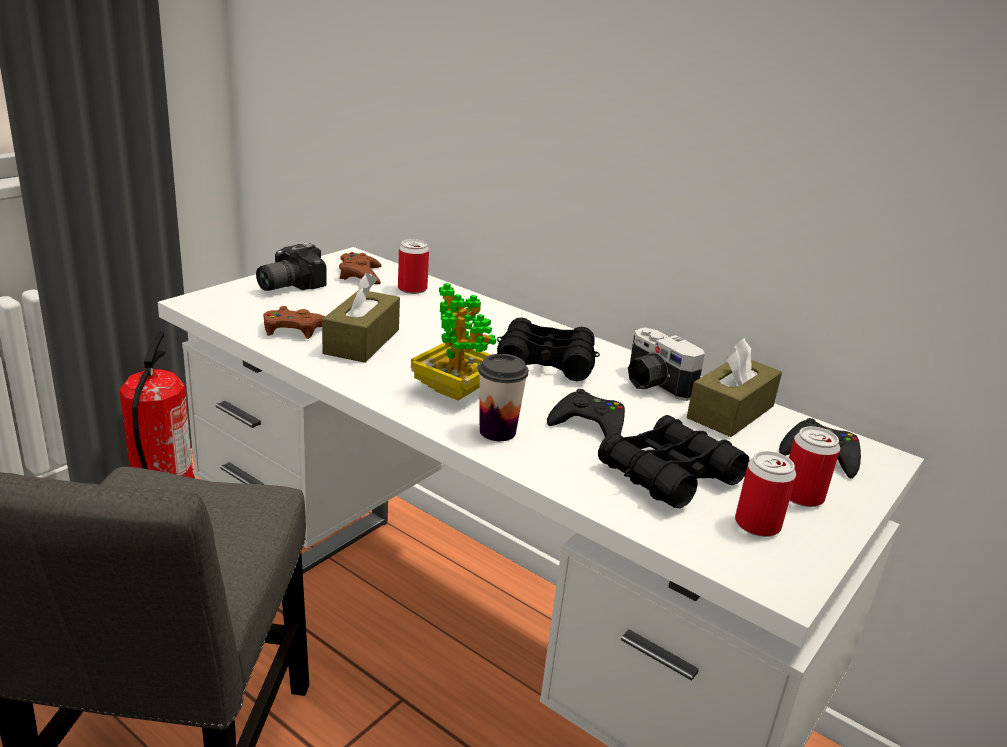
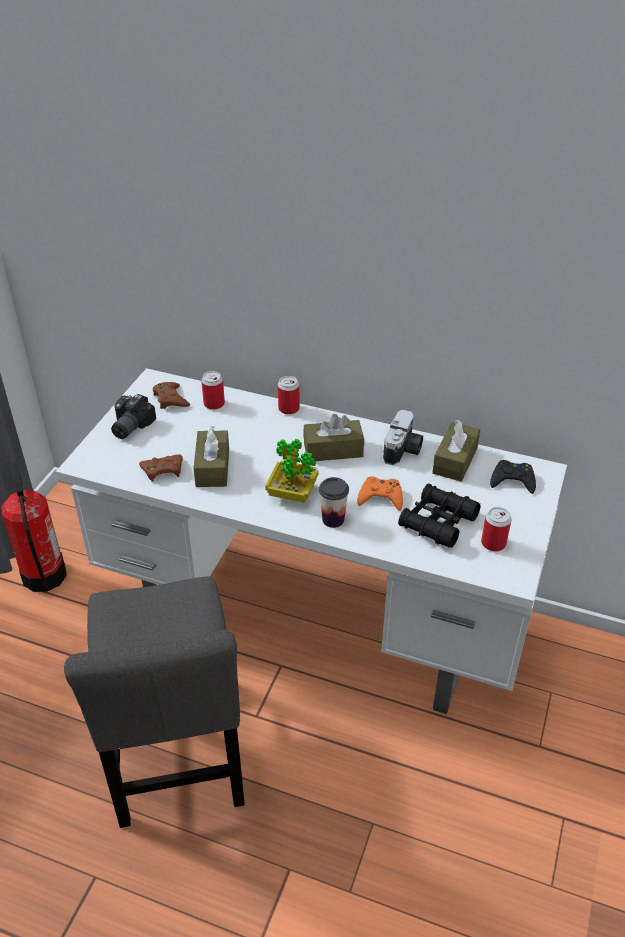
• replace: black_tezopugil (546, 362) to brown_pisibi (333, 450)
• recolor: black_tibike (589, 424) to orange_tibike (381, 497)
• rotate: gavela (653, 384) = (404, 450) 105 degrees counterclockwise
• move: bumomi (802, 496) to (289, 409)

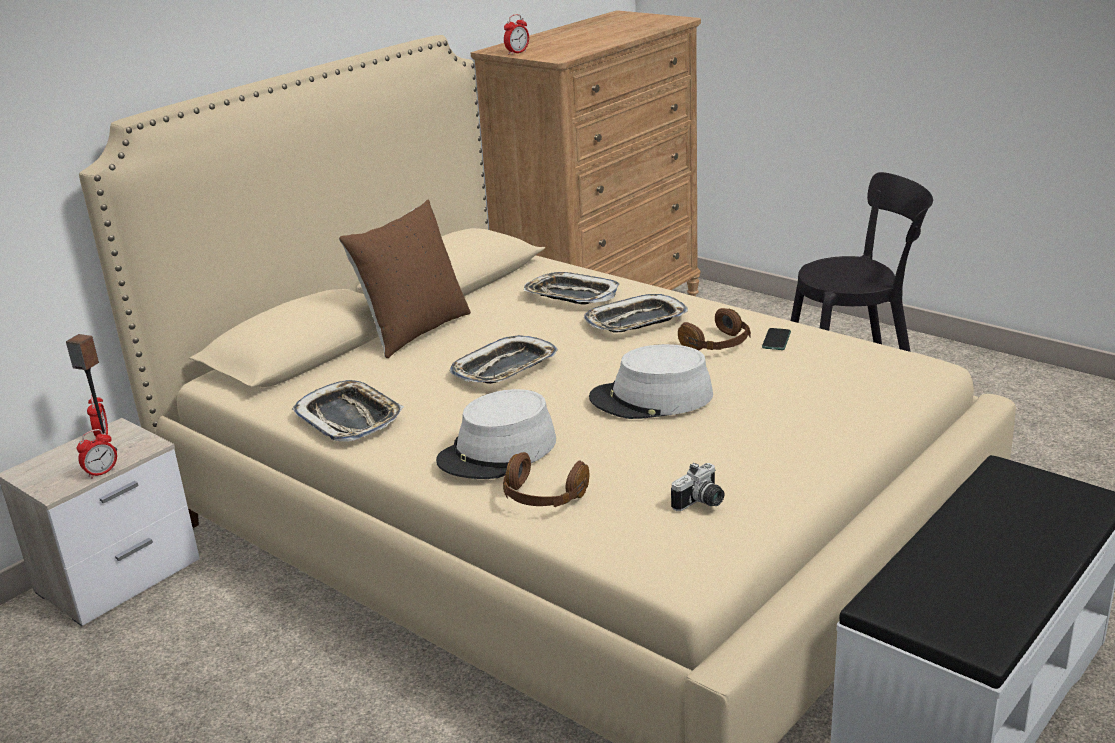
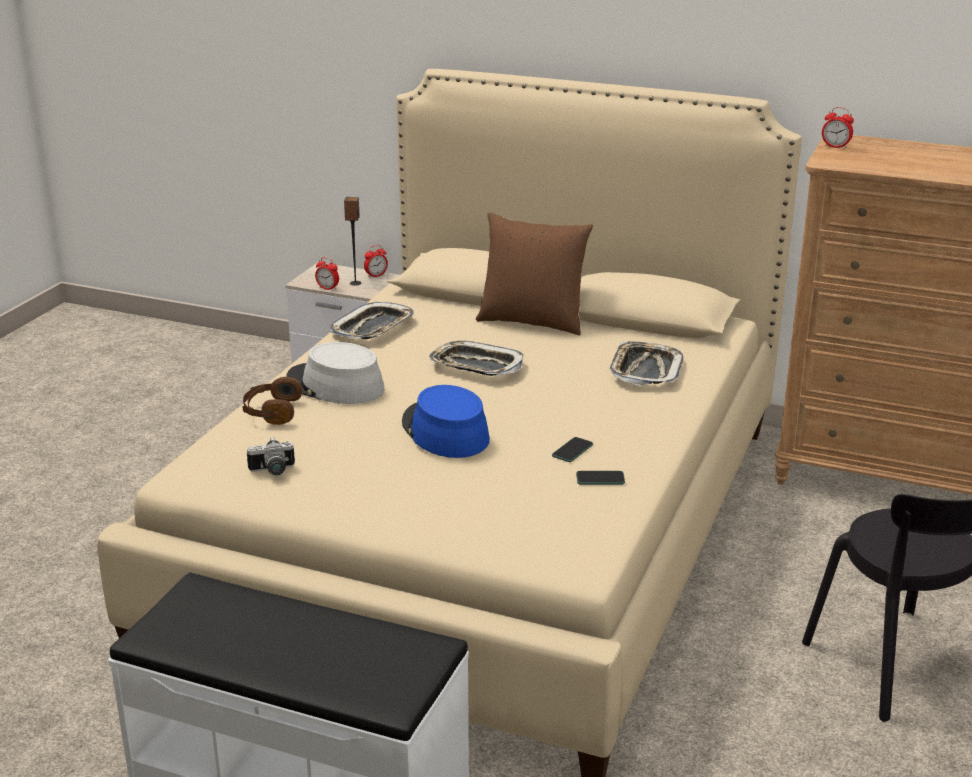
• delete: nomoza (636, 322)
• recolor: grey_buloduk (651, 398) to blue_buloduk (444, 431)
• rotate: gavela (701, 503) = (272, 471) 45 degrees counterclockwise
• replace: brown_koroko (717, 345) to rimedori (572, 450)

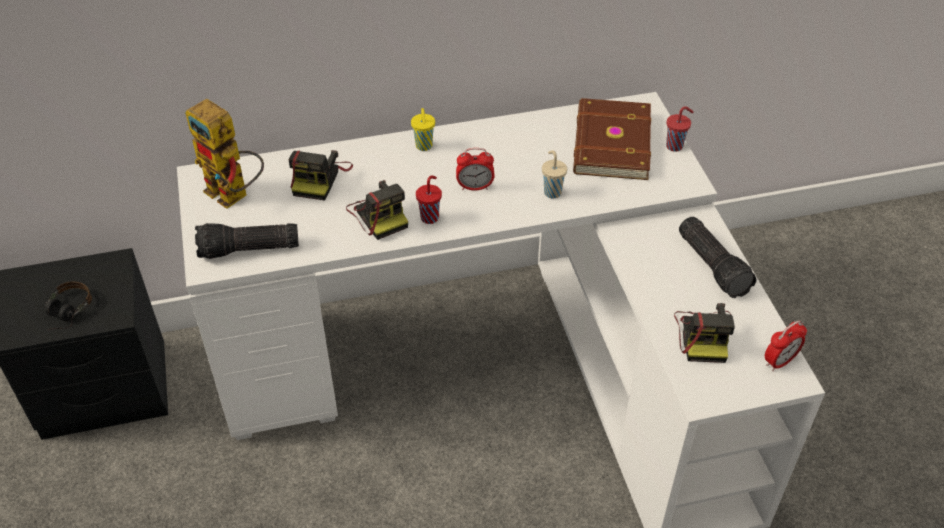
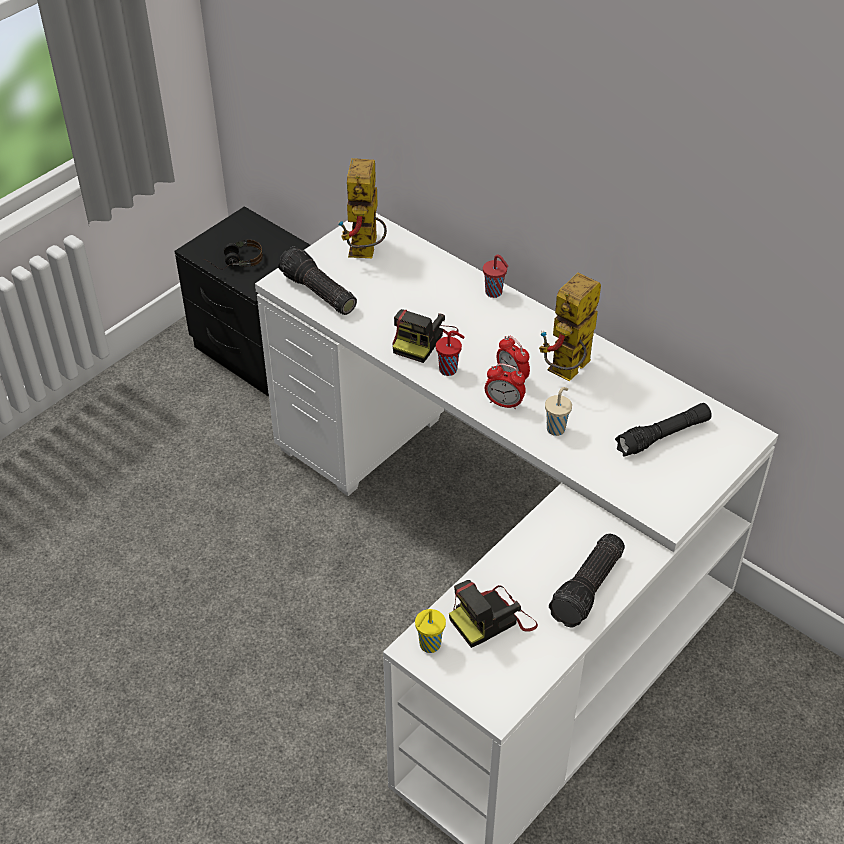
• delete: gavela (320, 178)
• move: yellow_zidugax (424, 146) to (429, 645)
• replace: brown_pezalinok (609, 143) to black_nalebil (663, 436)
• move: red_zidugax (675, 146) to (494, 293)
• move: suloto (779, 361) to (504, 403)
• insert: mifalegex (567, 373)

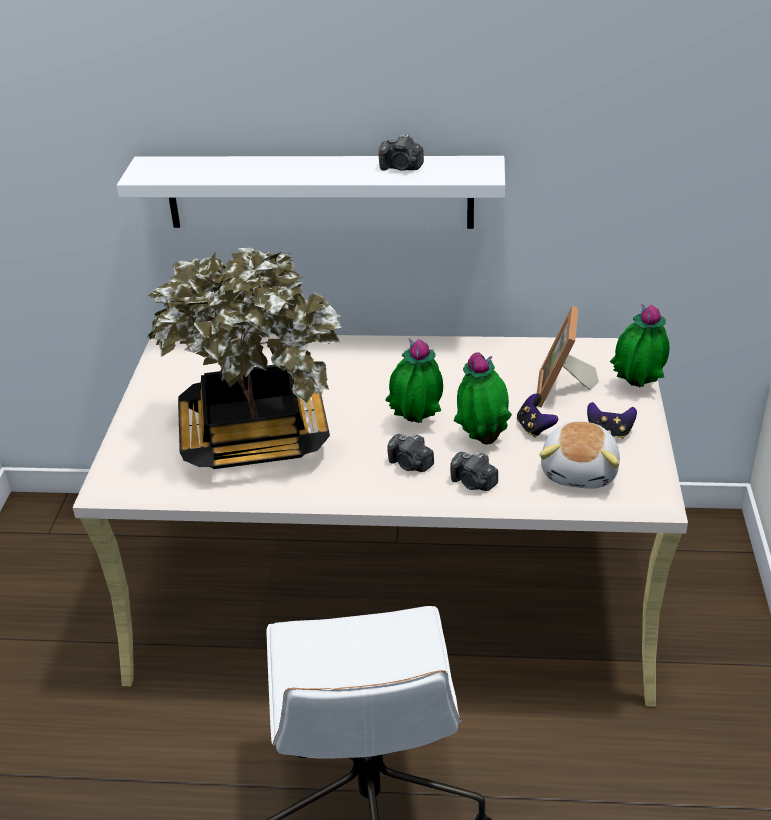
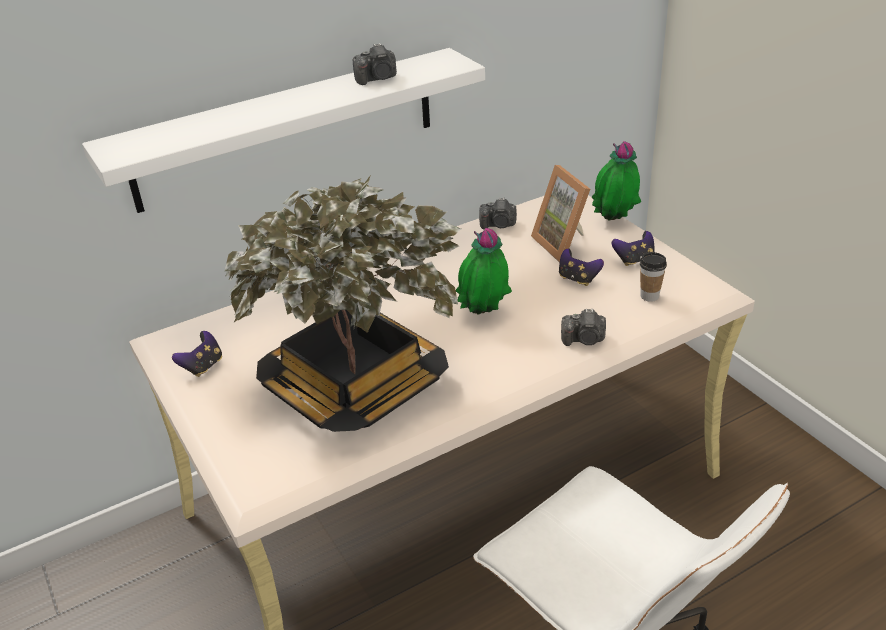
• move: gavela (410, 464) to (499, 225)
• delete: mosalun (482, 439)
• replace: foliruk (580, 471) to zidugax (649, 296)
• insert: tibike (203, 366)

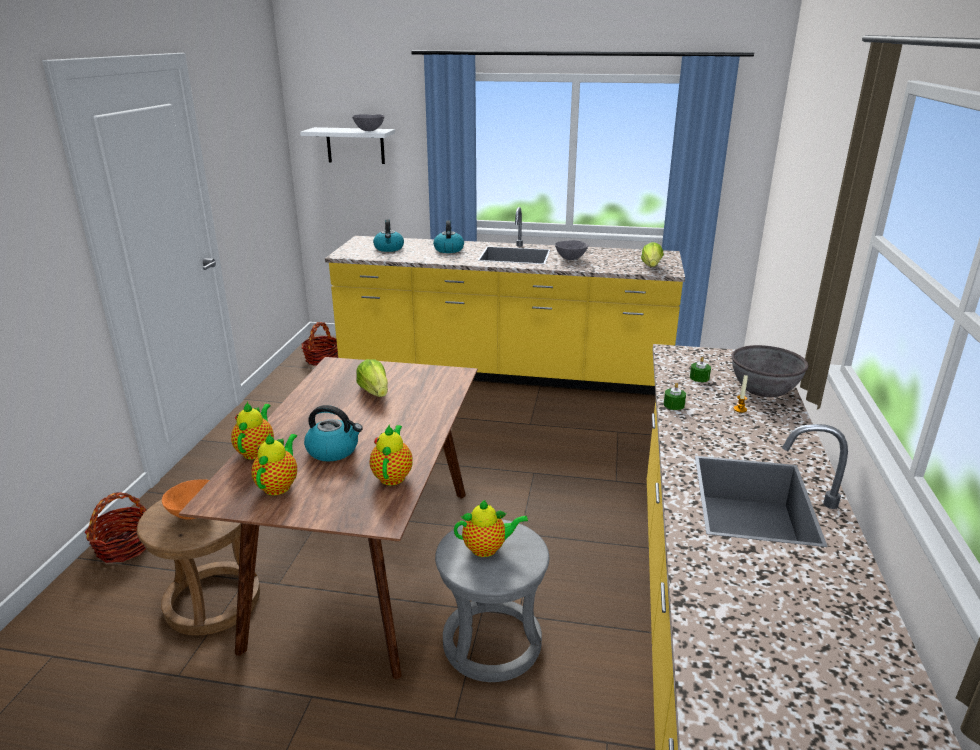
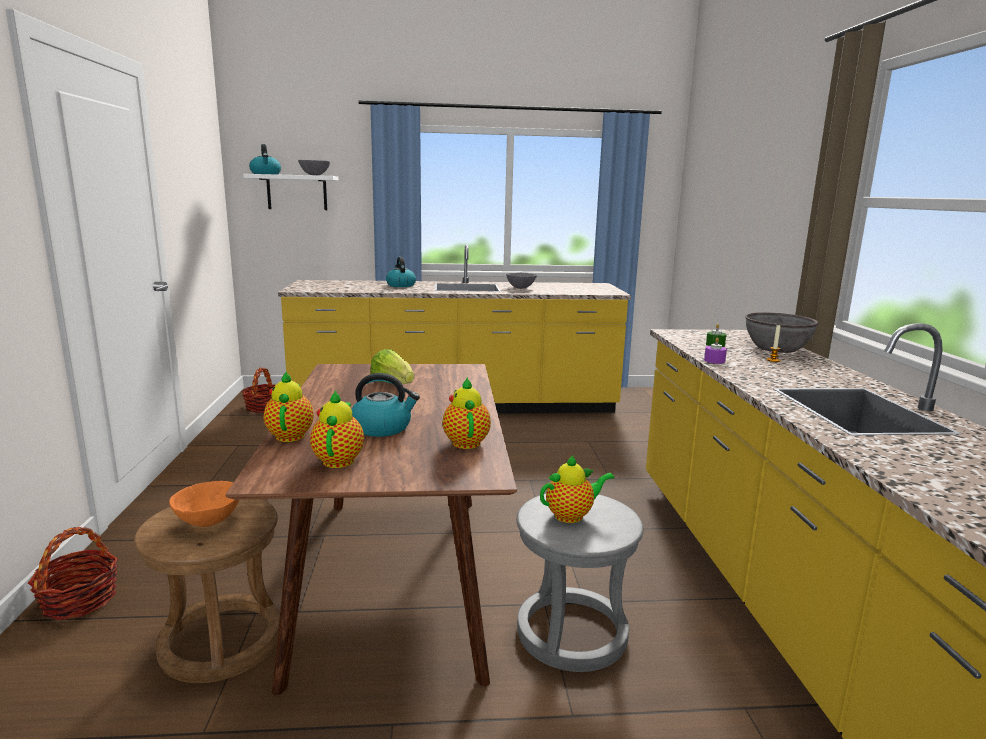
• move: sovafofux (389, 248) to (266, 174)
• delete: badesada (651, 266)
• recolor: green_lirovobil (674, 405) to purple_lirovobil (714, 361)

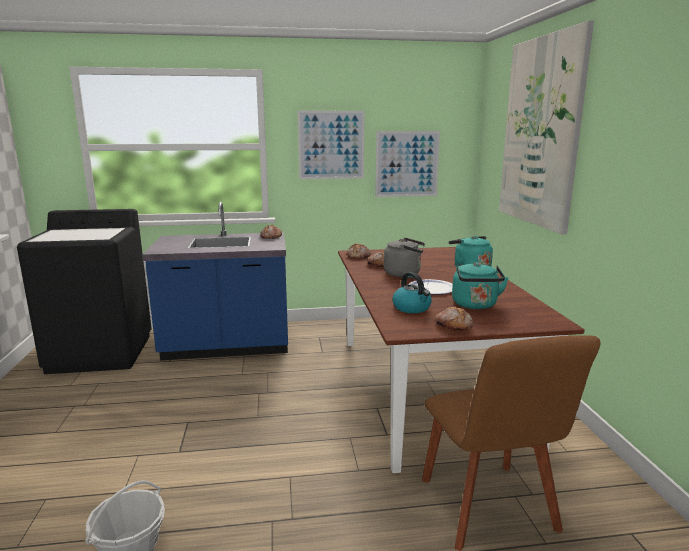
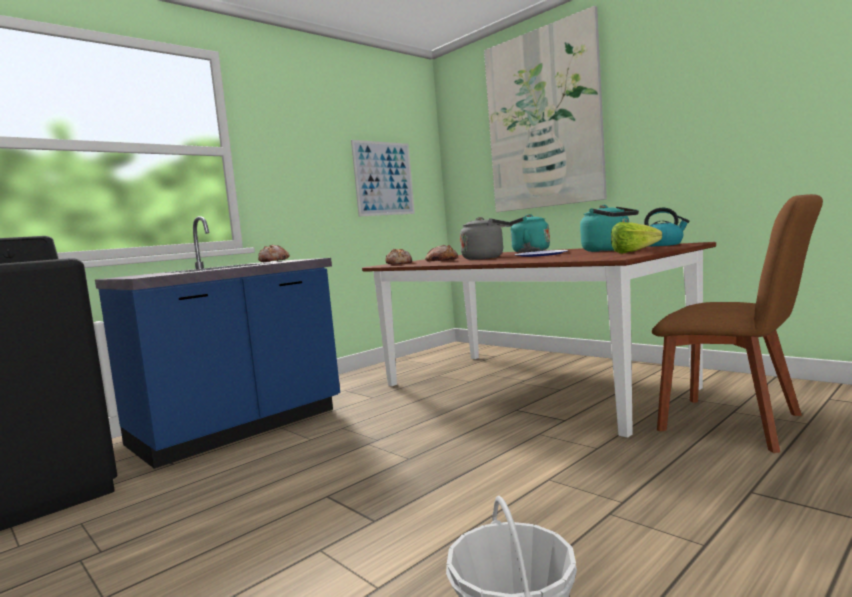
• delete: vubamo (331, 145)
• move: sovafofux (412, 308) to (663, 245)
• replace: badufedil (453, 325) to badesada (638, 252)

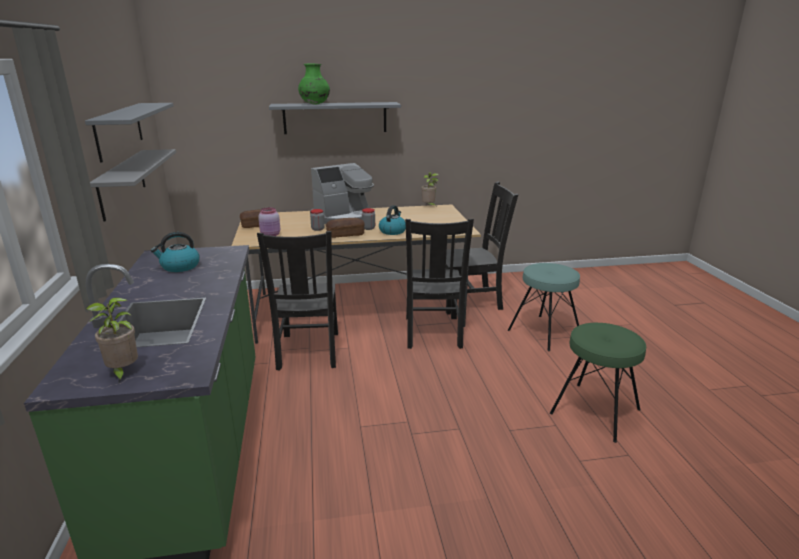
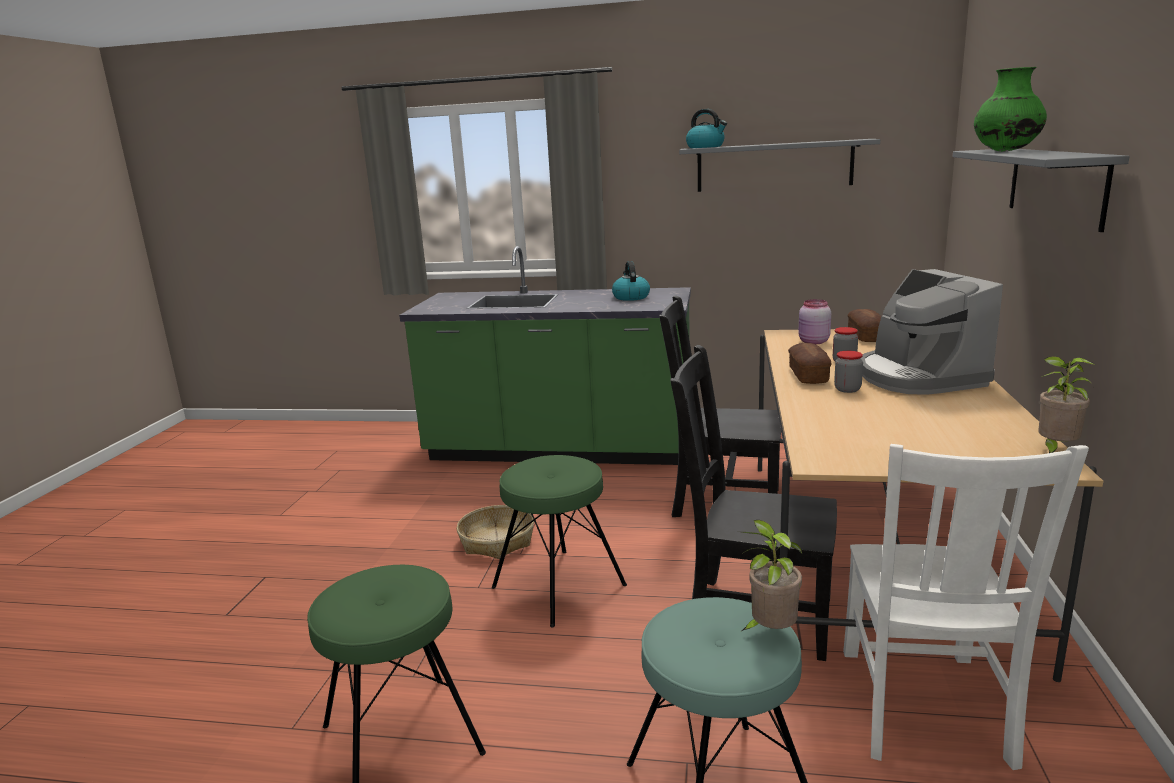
• move: mosalun (123, 372) to (770, 632)
• delete: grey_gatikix (122, 183)
• move: sovafofux (392, 231) to (706, 147)
• recolor: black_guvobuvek (471, 301) to white_guvobuvek (924, 709)
• insert: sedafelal (497, 541)
• insert: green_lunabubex (558, 586)

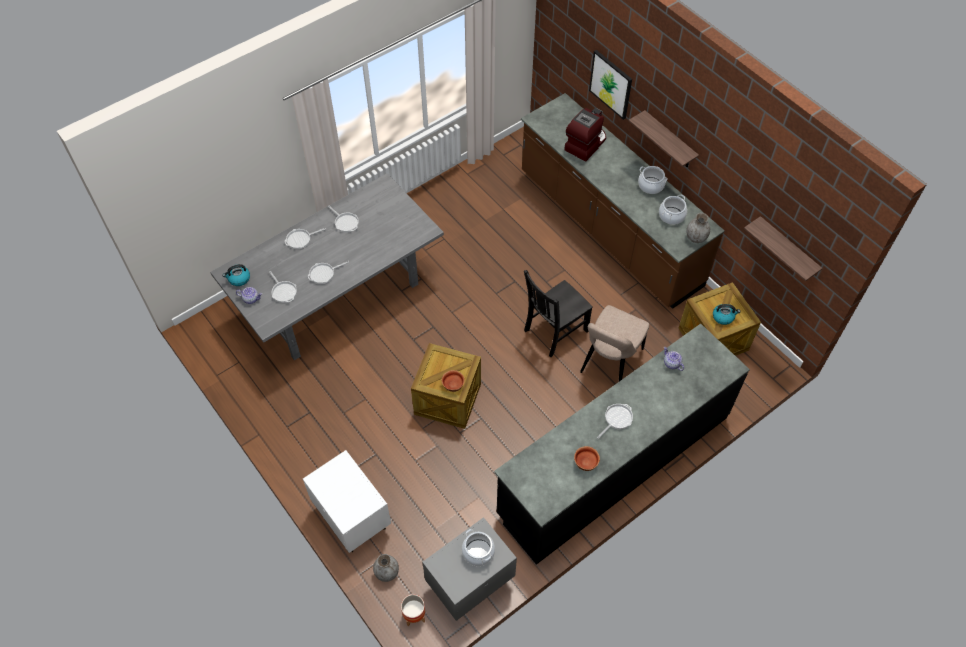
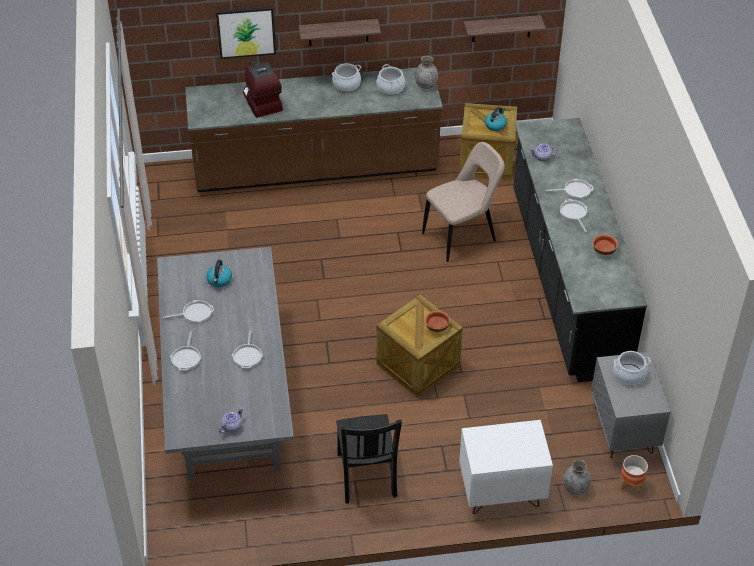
• move: sovafofux (239, 279) to (219, 280)
• move: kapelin (283, 291) to (575, 191)
• move: black_guvobuvek (554, 331) to (366, 477)
• rotate: beige_guvobuvek (610, 363) = (462, 236) 90 degrees counterclockwise

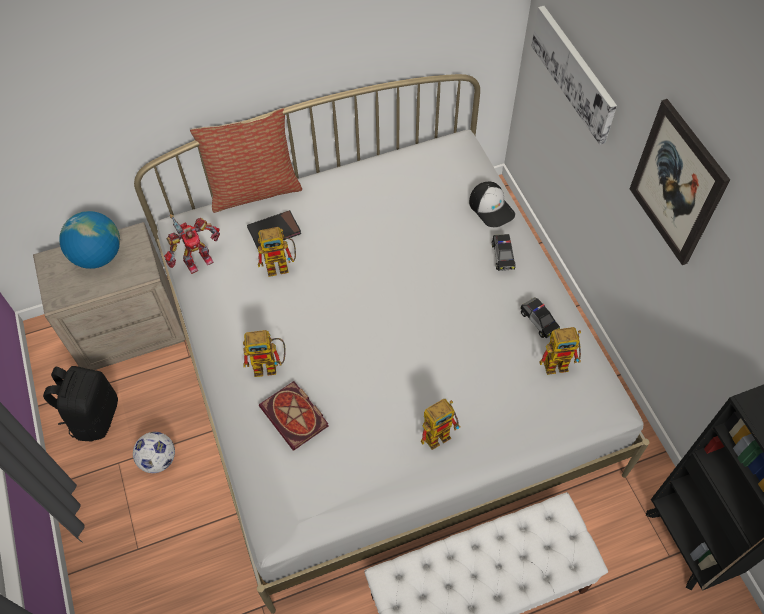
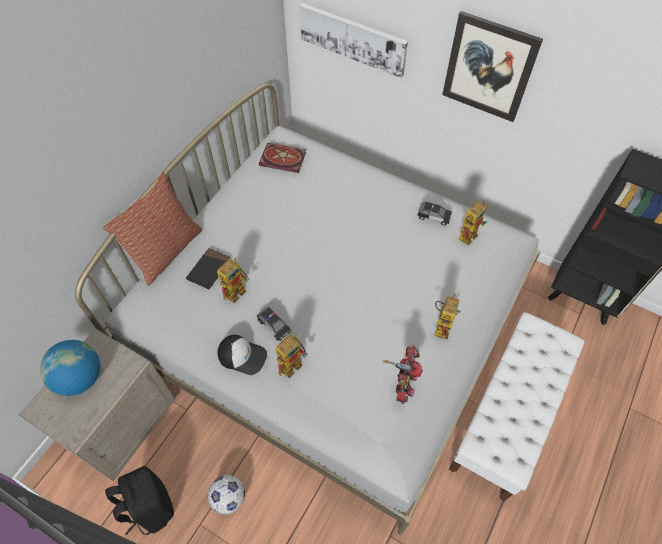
• move: mifalegex (197, 260) to (404, 382)
• move: pezalinok (296, 417) to (284, 159)
• move: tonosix (491, 208) to (242, 355)
• move: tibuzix (502, 256) to (274, 326)

